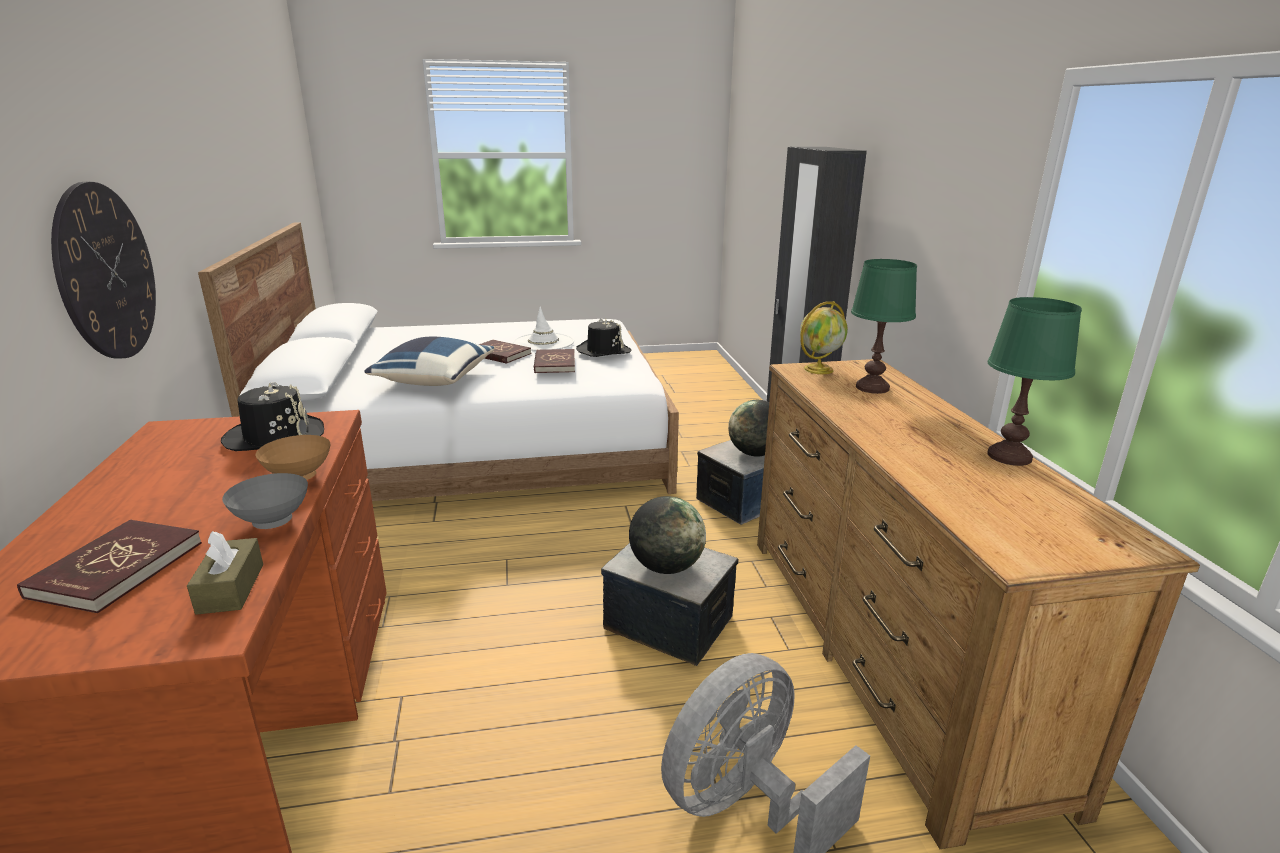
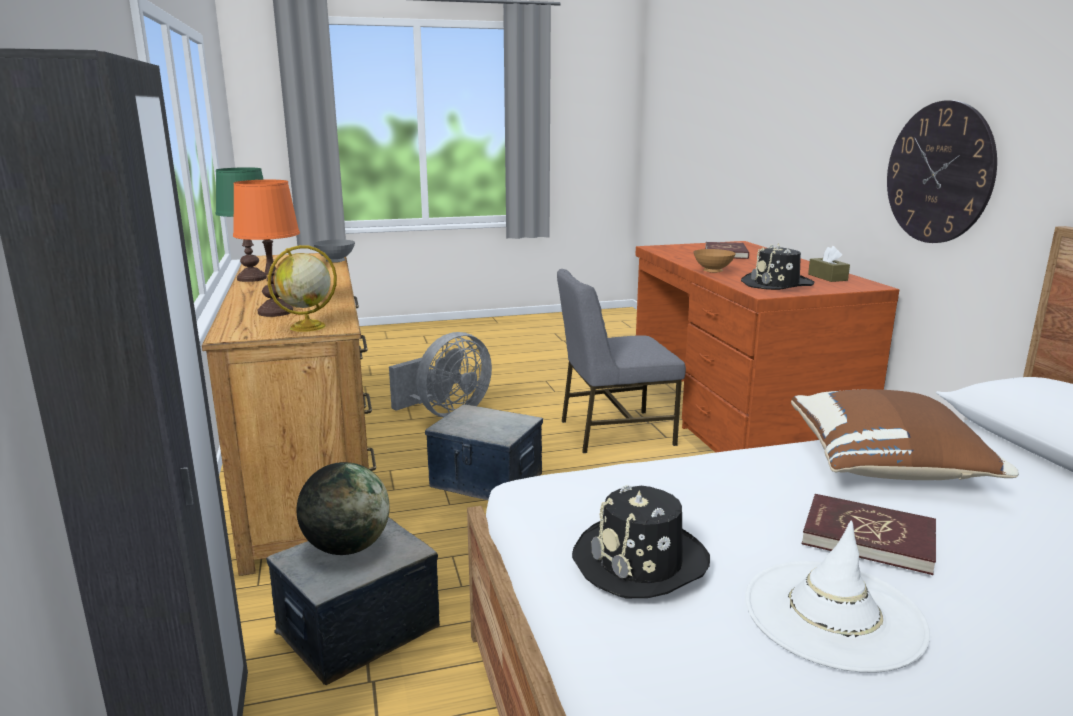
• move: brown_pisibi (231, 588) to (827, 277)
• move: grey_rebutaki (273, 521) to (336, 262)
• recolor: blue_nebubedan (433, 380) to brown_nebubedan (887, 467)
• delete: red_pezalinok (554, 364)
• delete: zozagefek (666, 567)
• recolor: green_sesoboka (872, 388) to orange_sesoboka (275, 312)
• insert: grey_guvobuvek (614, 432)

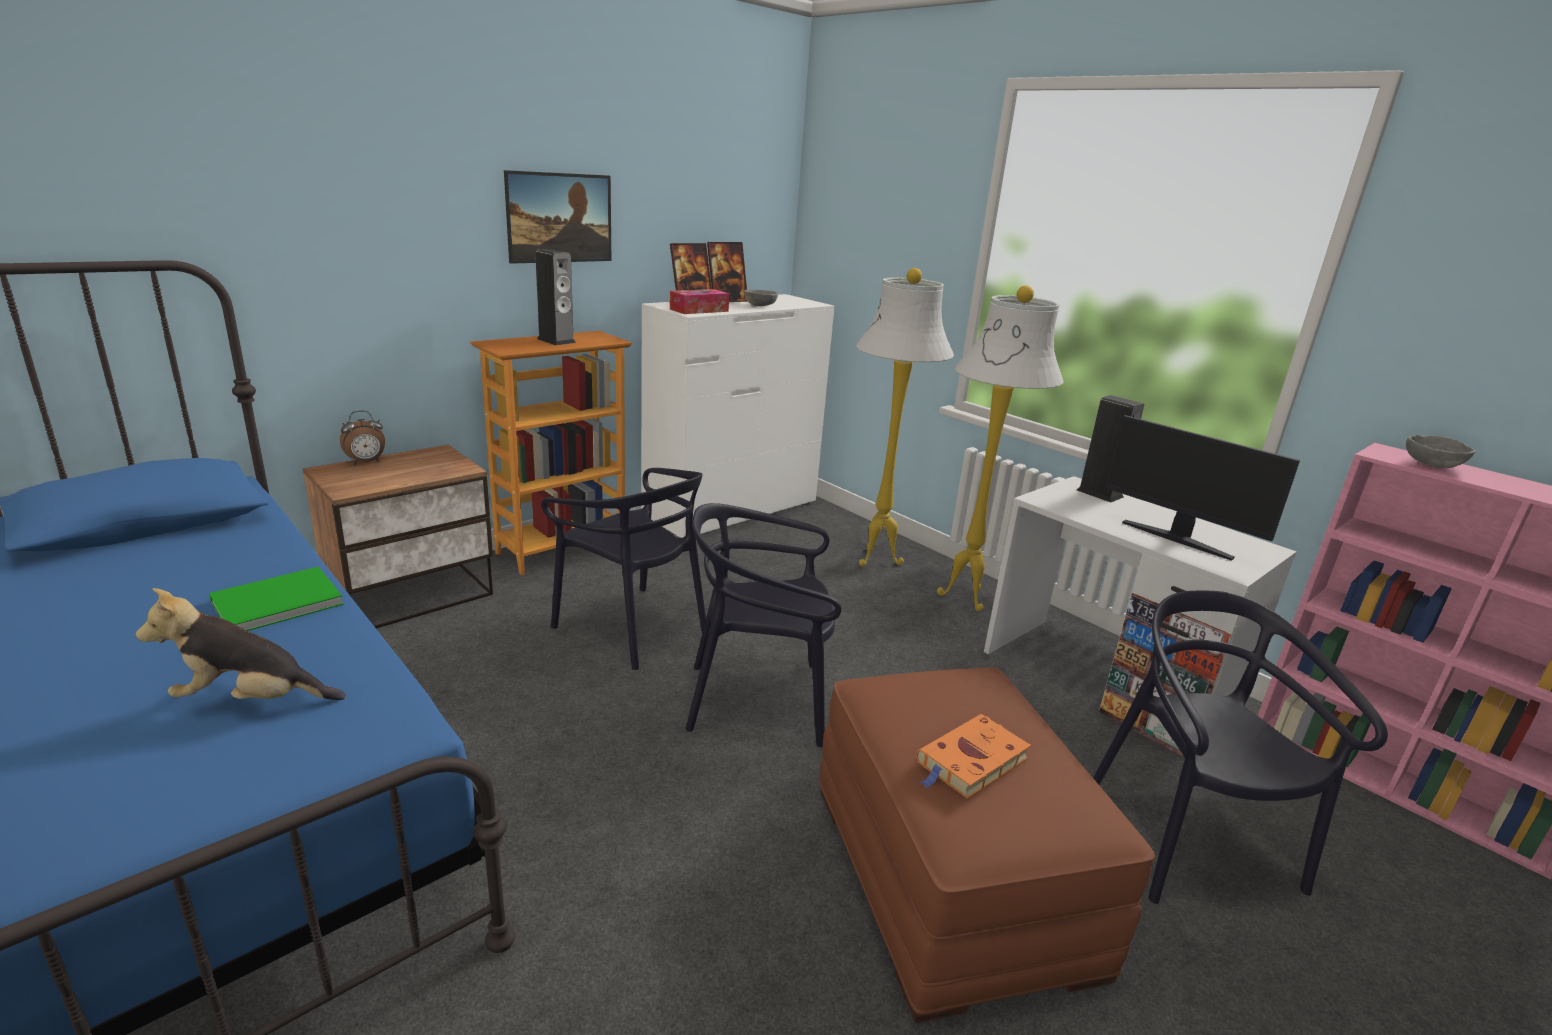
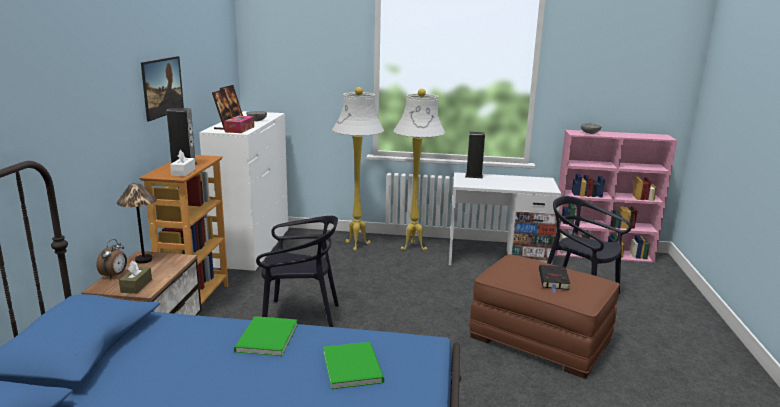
• replace: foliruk (251, 700) to green_pezalinok (353, 365)
• delete: black_guvobuvek (758, 701)
• recolor: orange_pezalinok (970, 762) to black_pezalinok (554, 280)
• delete: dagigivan (1177, 539)
• insert: sesoboka (143, 260)
• insert: brown_pisibi (136, 286)
• insert: white_pisibi (183, 172)

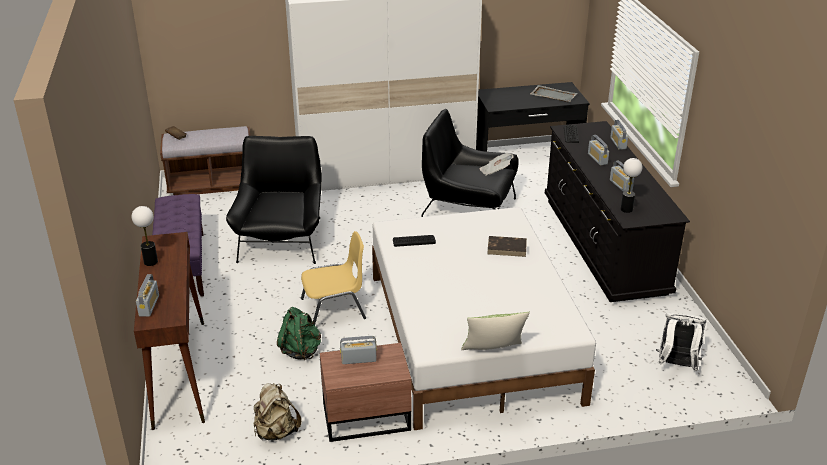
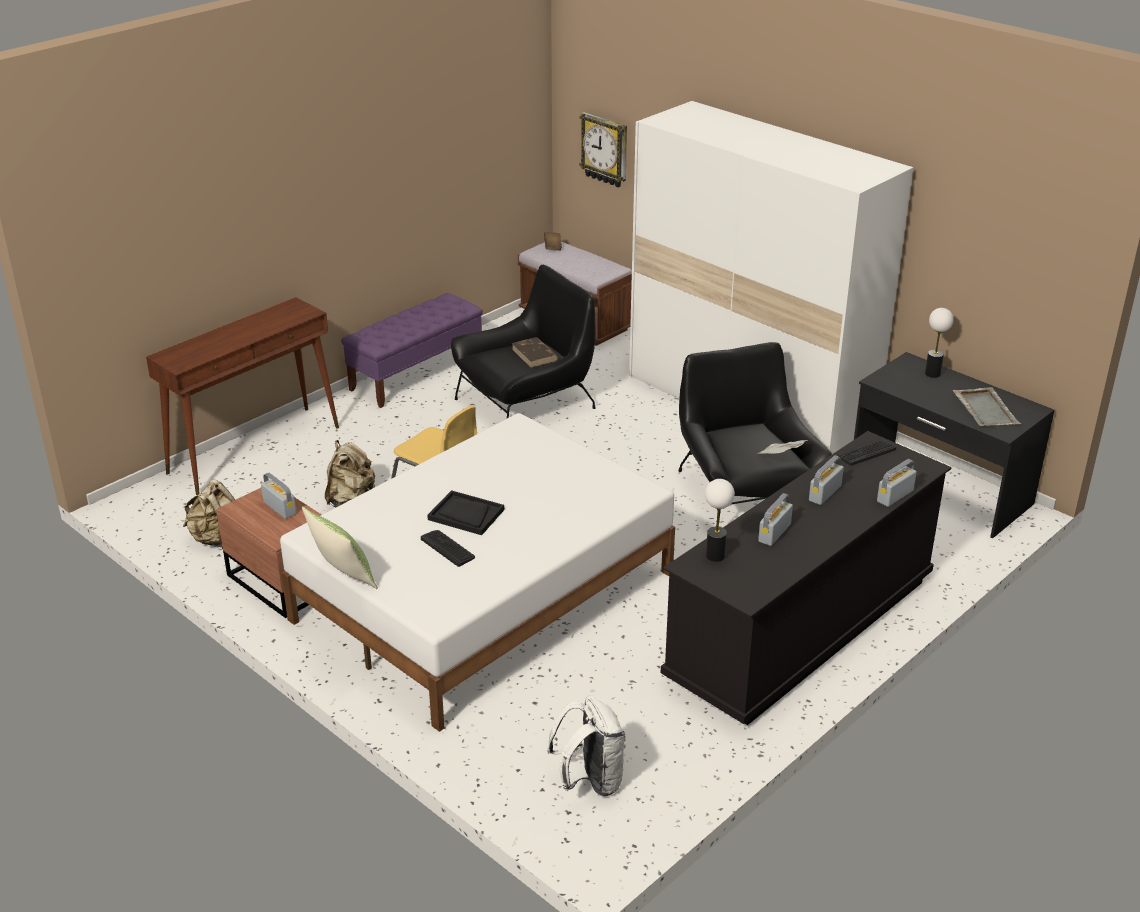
• move: sesoboka (150, 262) to (932, 374)
• delete: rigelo (149, 306)
• recolor: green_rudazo (301, 350) to beige_rudazo (350, 499)
• move: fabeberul (414, 241) to (448, 548)
• move: brown_pezalinok (507, 248) to (534, 355)
• insert: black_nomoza (466, 515)
• insert: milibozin (605, 150)

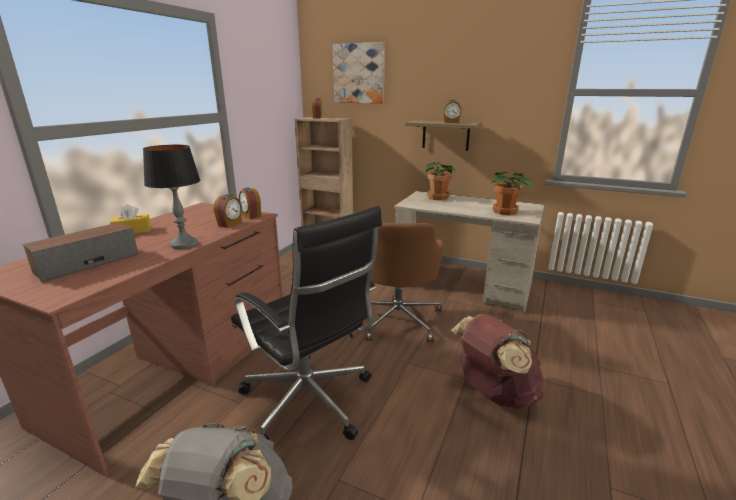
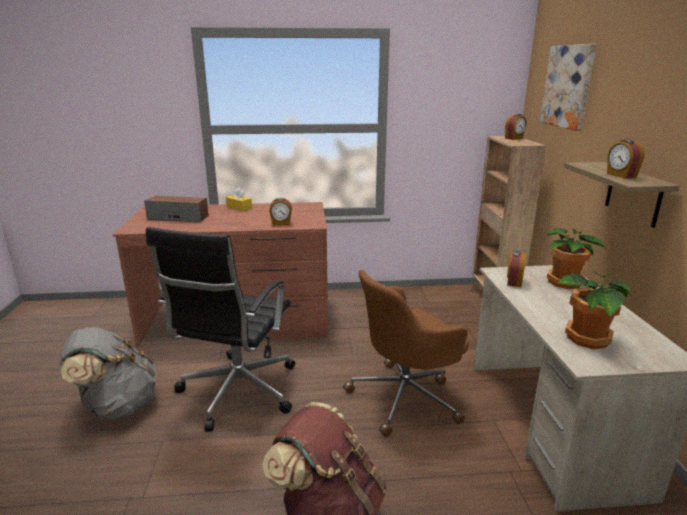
• delete: sesoboka (184, 244)
• move: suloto (251, 215) to (514, 282)

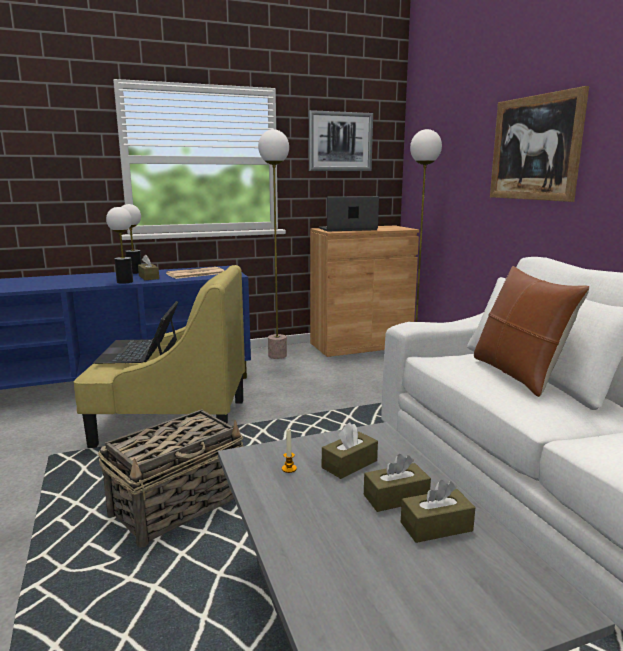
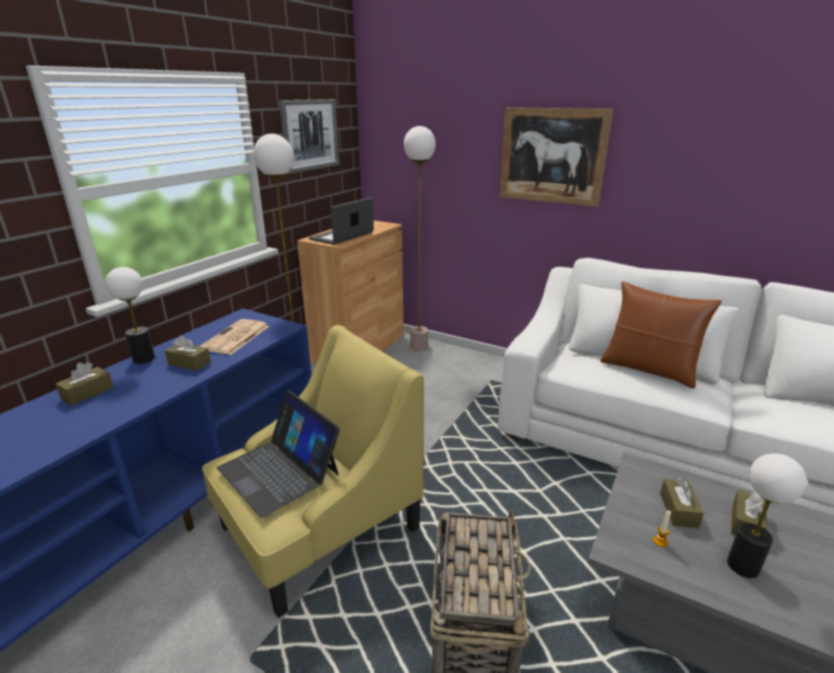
• move: sesoboka (125, 282) to (743, 565)
• move: brown_pisibi (436, 526) to (87, 393)

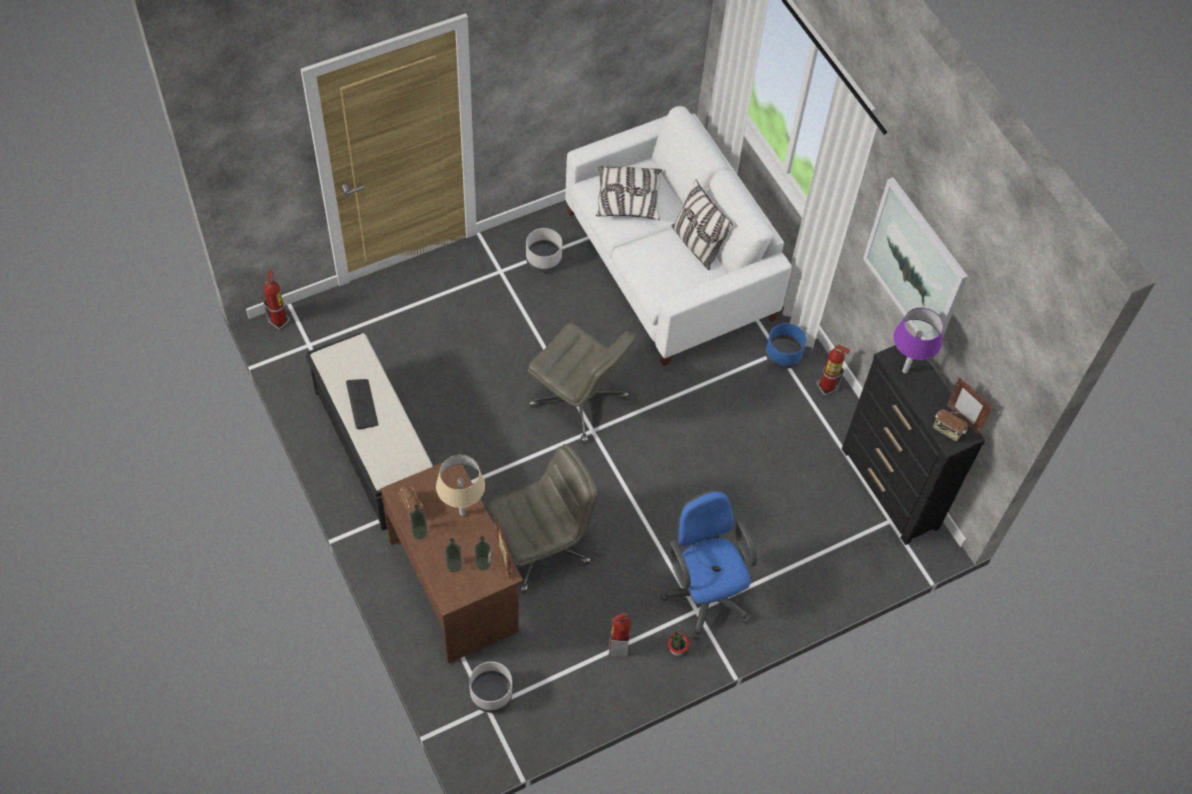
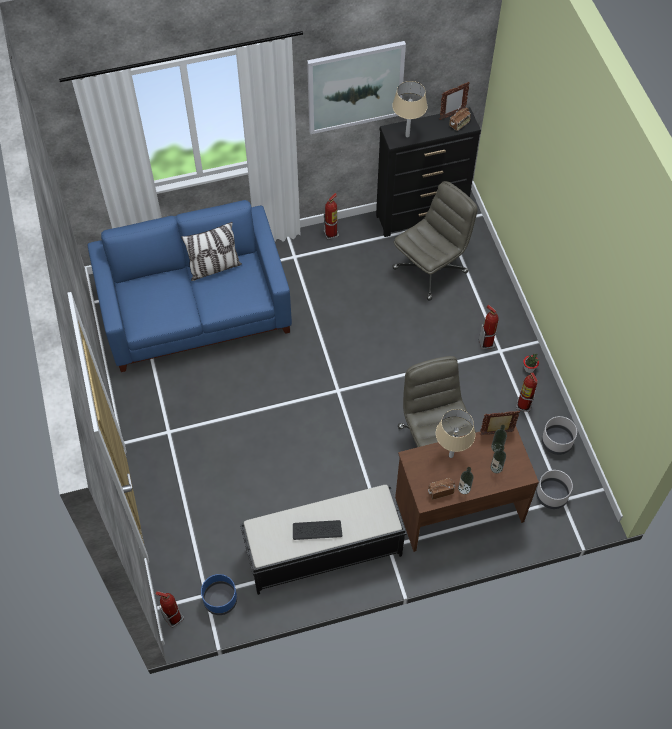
• move: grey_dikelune (543, 260) to (556, 442)
• move: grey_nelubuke (579, 402) to (430, 269)
• recolor: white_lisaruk (668, 265) to blue_lisaruk (196, 311)
• delete: nebubedan (628, 200)
• replace: blue_nelubuke (704, 592) to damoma (486, 343)
• move: blue_dikelune (783, 355) to (220, 599)
• recolor: purple_sesoboka (904, 371) to beige_sesoboka (407, 136)

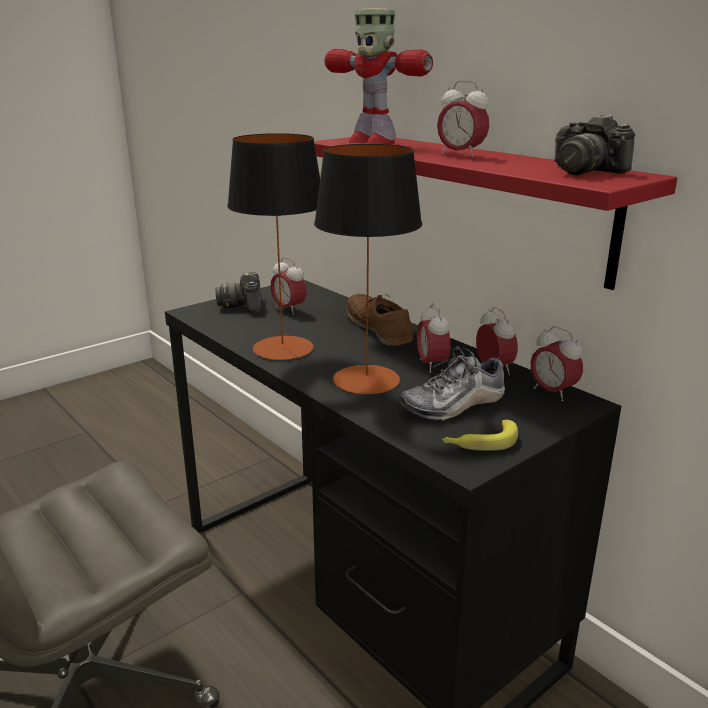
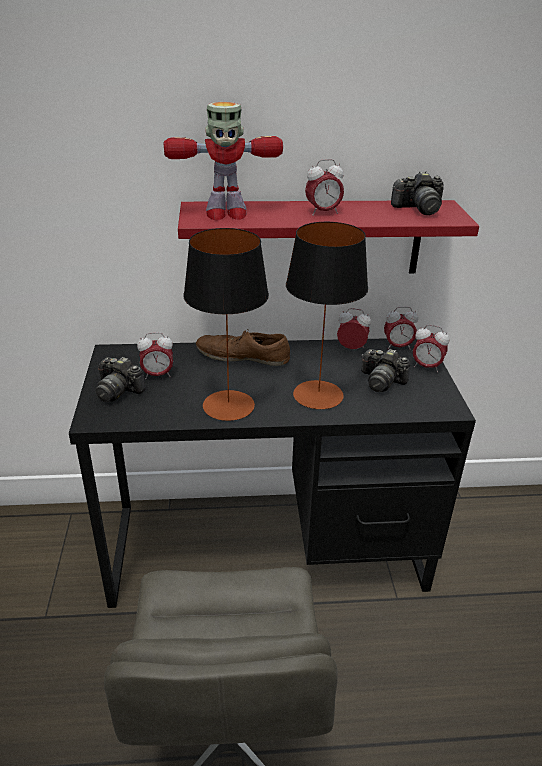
• replace: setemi (453, 404) to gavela (381, 381)
• move: suloto (431, 365) to (426, 367)
• delete: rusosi (480, 443)

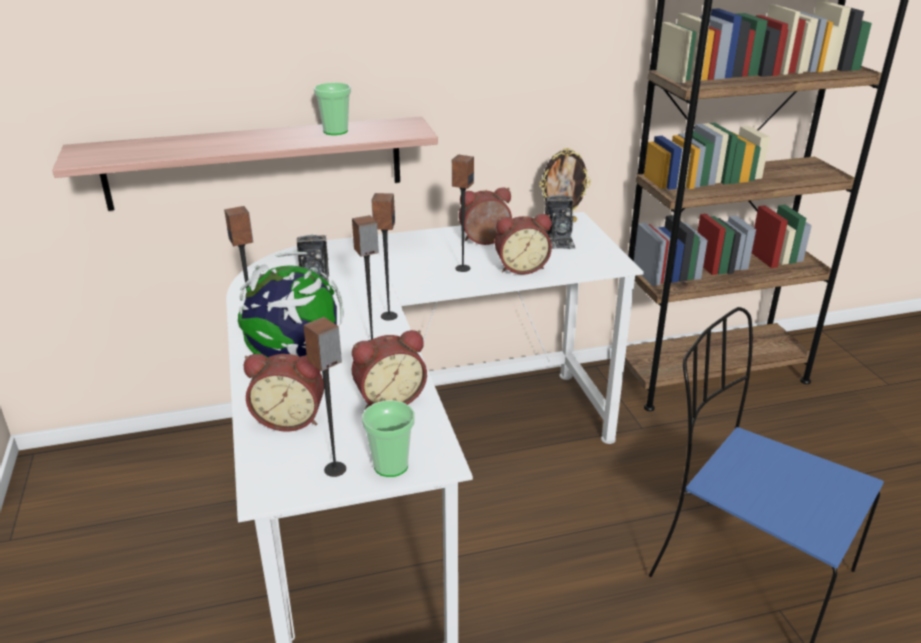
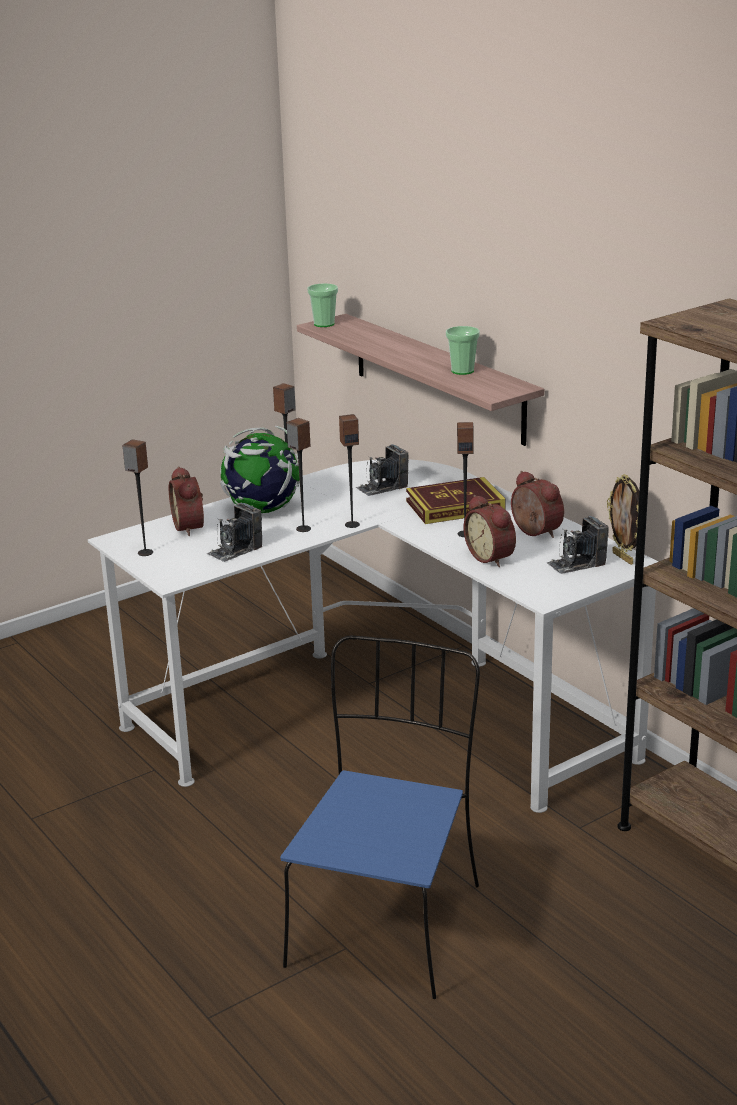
• replace: suloto (389, 398) to gavela (235, 550)
• move: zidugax (391, 465) to (324, 324)
• insert: pezalinok (455, 506)

